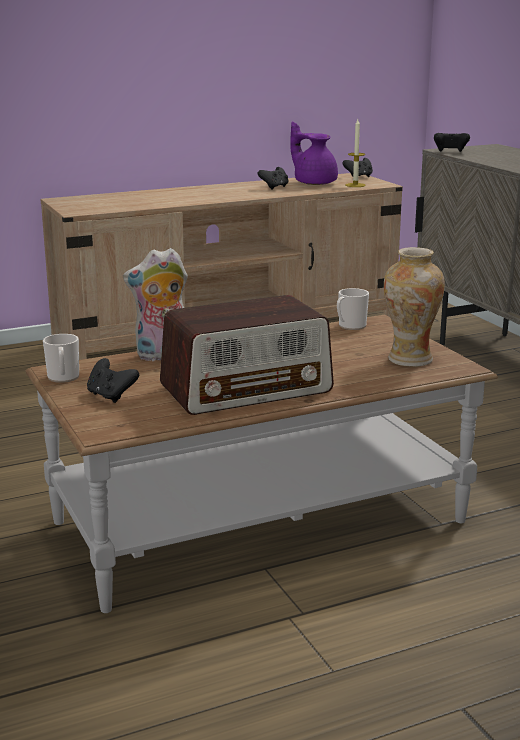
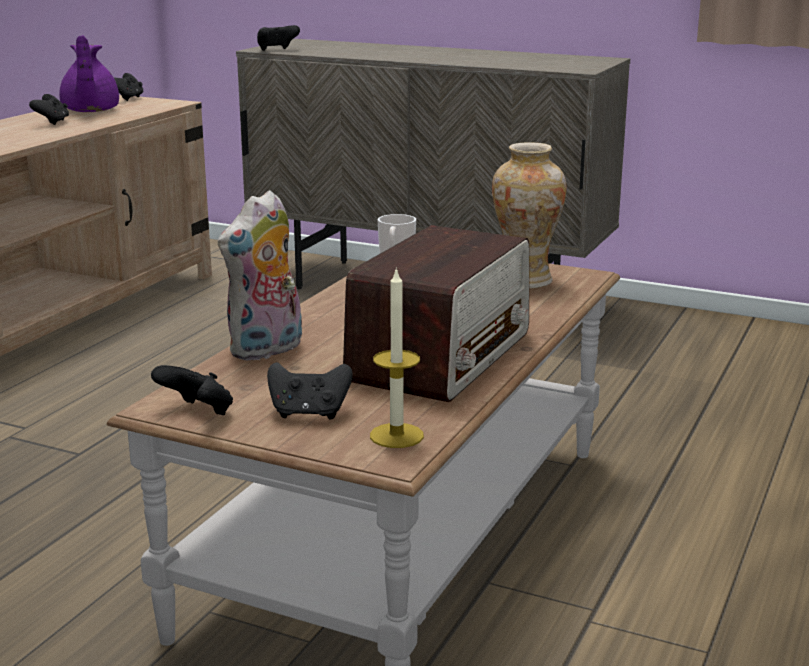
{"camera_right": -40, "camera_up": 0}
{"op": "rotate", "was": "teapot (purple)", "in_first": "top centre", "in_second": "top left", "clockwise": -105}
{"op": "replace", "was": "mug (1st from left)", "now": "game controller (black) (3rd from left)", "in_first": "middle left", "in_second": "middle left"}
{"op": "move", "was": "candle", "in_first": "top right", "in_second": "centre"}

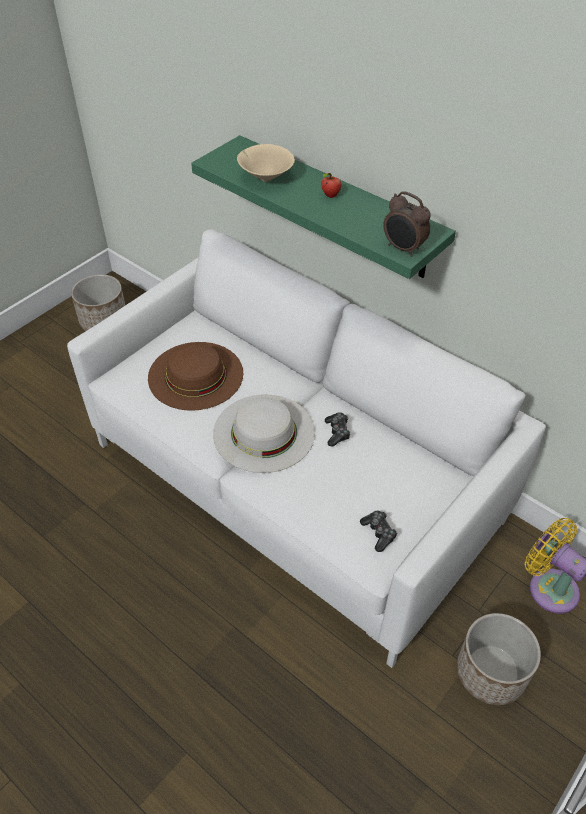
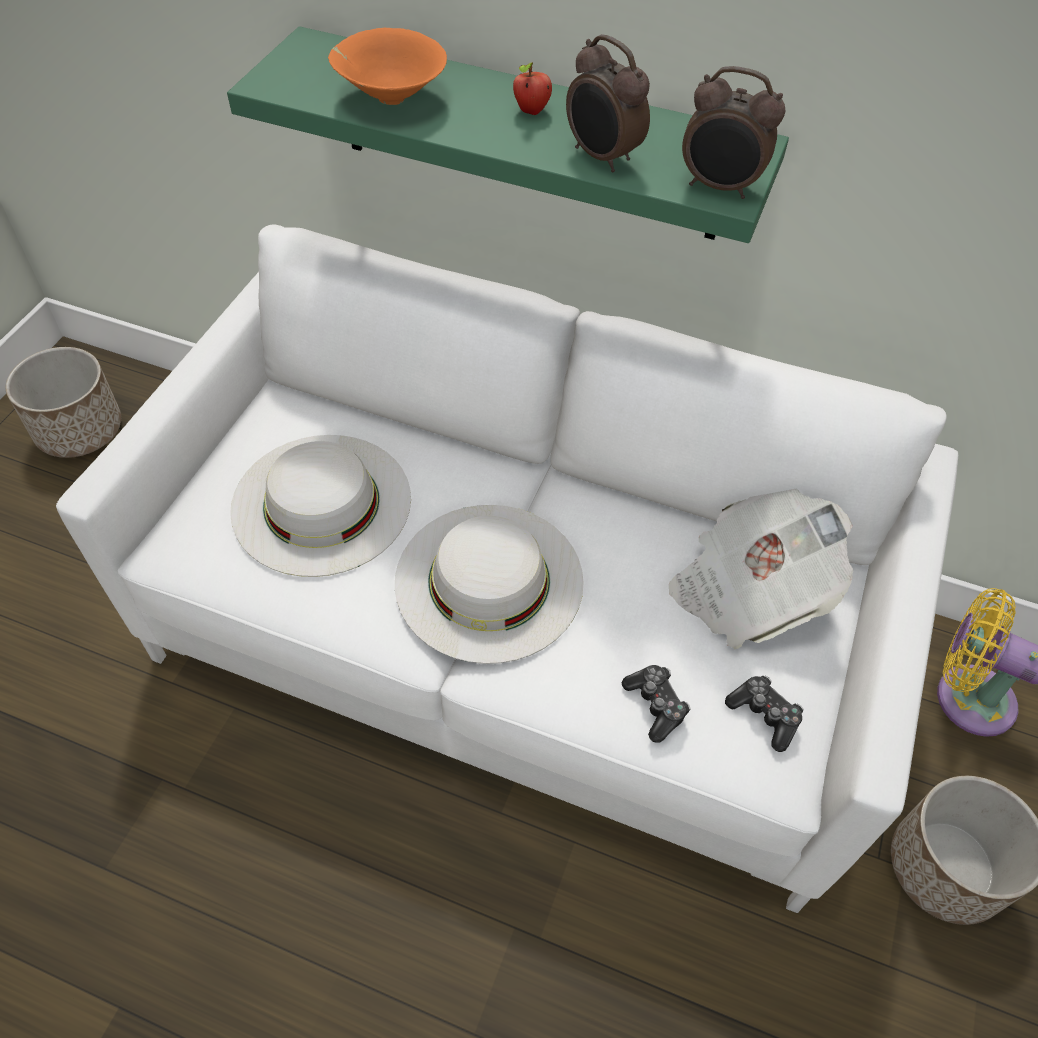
{"camera_right": -20, "camera_up": 5}
{"op": "recolor", "was": "hat (brown)", "now": "hat (white) (1st from left)", "in_first": "middle left", "in_second": "middle left"}
{"op": "recolor", "was": "bowl (beige)", "now": "bowl (orange)", "in_first": "top centre", "in_second": "top centre"}
{"op": "insert", "now": "alarm clock (1st from left)", "in_second": "top centre"}
{"op": "move", "was": "game controller (1st from left)", "in_first": "centre", "in_second": "bottom centre"}
{"op": "insert", "now": "newspaper", "in_second": "middle right"}

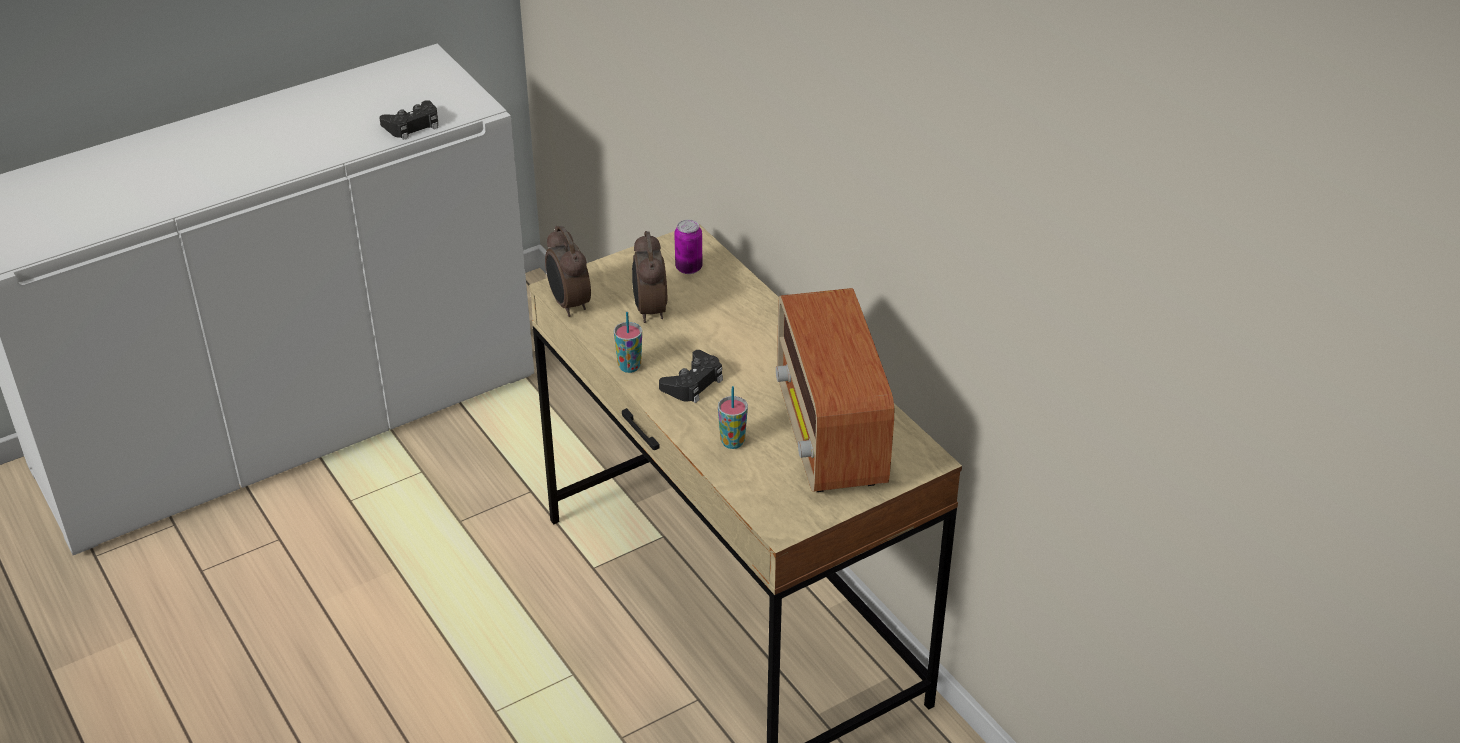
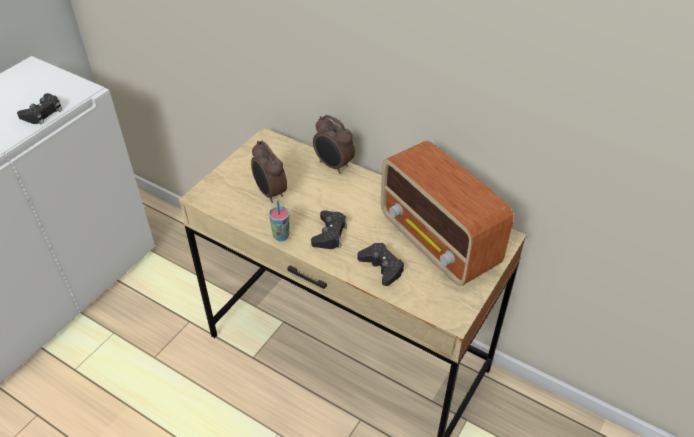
{"camera_right": -25, "camera_up": 5}
{"op": "move", "was": "alarm clock (1st from left in the first image)", "now": "alarm clock (2nd from left)", "in_first": "centre", "in_second": "top centre"}
{"op": "replace", "was": "cup (2nd from left)", "now": "game controller (black) (3rd from left)", "in_first": "centre", "in_second": "centre"}
{"op": "delete", "was": "can", "in_first": "top centre"}

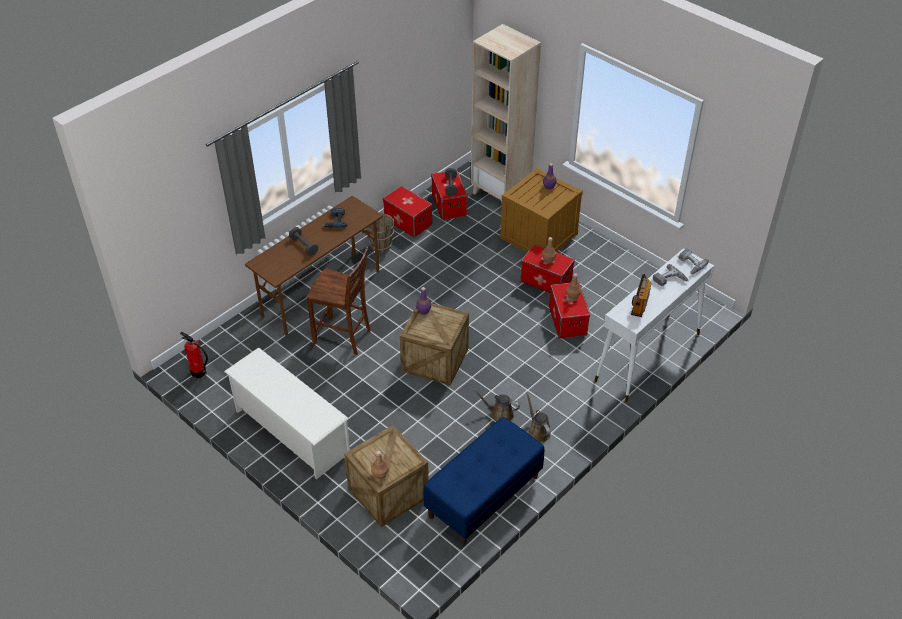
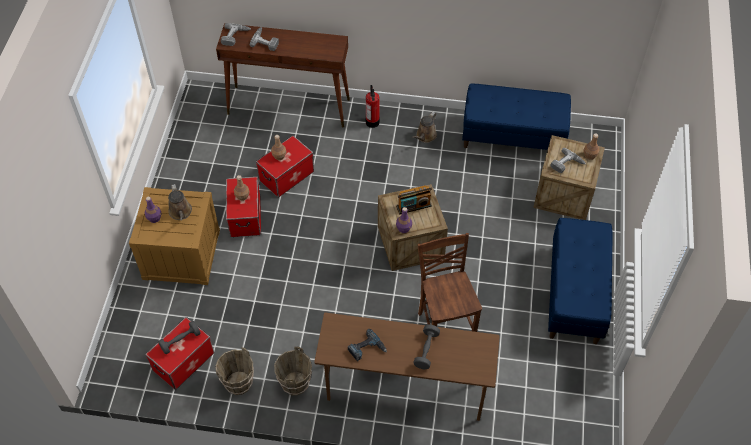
{"camera_right": -125, "camera_up": 10}
{"op": "move", "was": "watering can (brown) (1st from left)", "in_first": "centre", "in_second": "middle left"}
{"op": "recolor", "was": "console table (white)", "now": "console table (brown)", "in_first": "middle right", "in_second": "top centre"}
{"op": "replace", "was": "storage box (1st from left)", "now": "bucket (brown) (1st from left)", "in_first": "centre", "in_second": "bottom left"}
{"op": "move", "was": "fire extinguisher", "in_first": "middle left", "in_second": "top centre"}
{"op": "move", "was": "radio", "in_first": "middle right", "in_second": "centre"}
{"op": "replace", "was": "shoe rack (white)", "now": "bench (blue) (2nd from left)", "in_first": "bottom left", "in_second": "middle right"}
{"op": "insert", "now": "power drill (4th from left)", "in_second": "middle right"}
{"op": "delete", "was": "bookcase (beige)", "in_first": "top centre"}

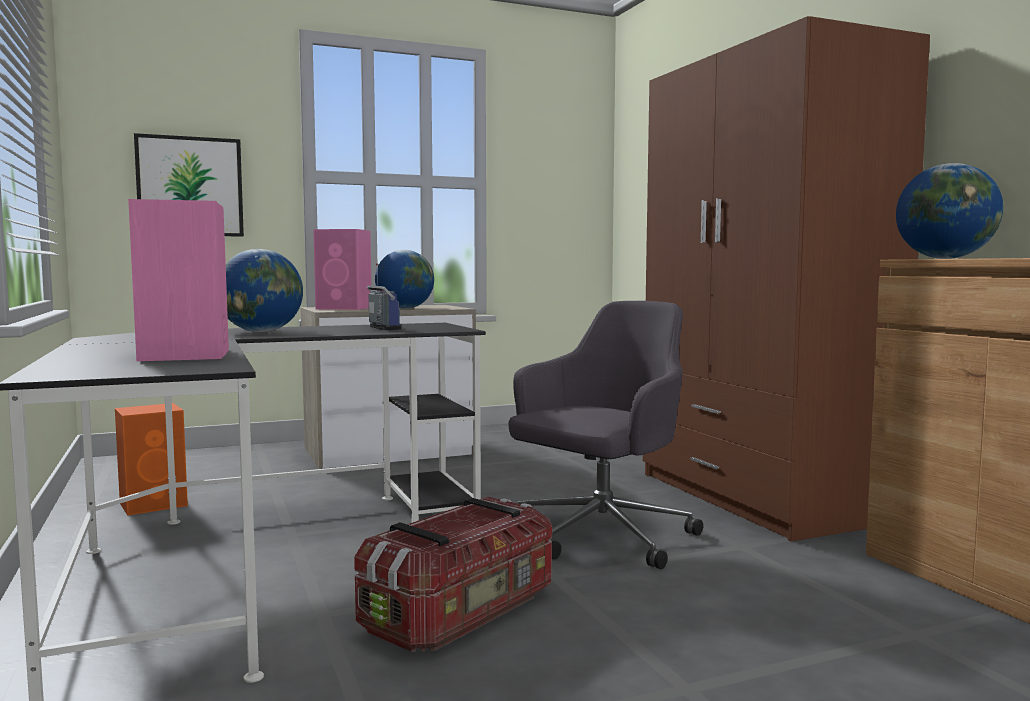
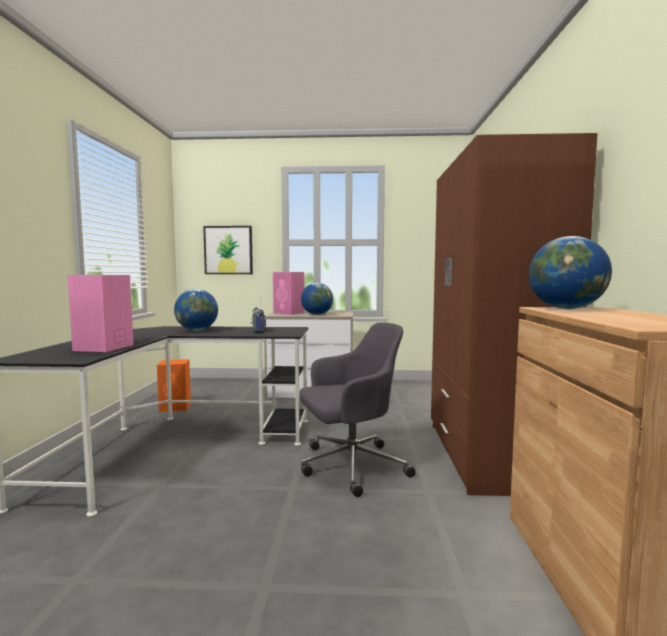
{"camera_right": 25, "camera_up": 0}
{"op": "delete", "was": "storage box", "in_first": "bottom centre"}

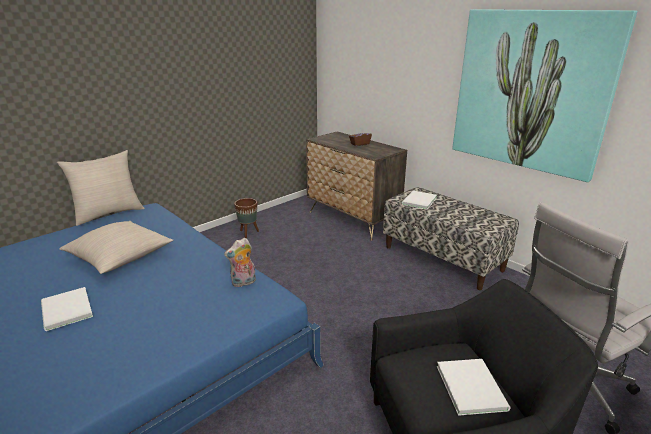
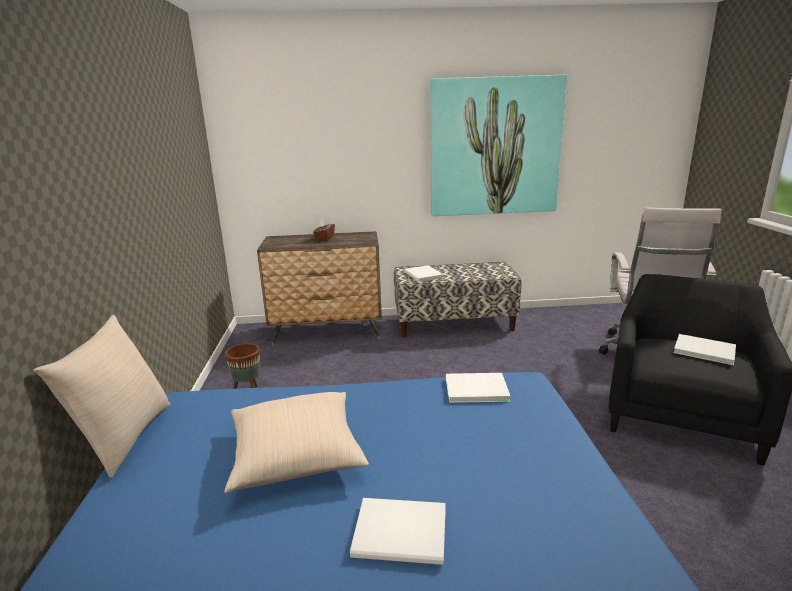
{"camera_right": -50, "camera_up": -5}
{"op": "replace", "was": "plush toy", "now": "book (white) (3rd from left)", "in_first": "centre", "in_second": "centre"}

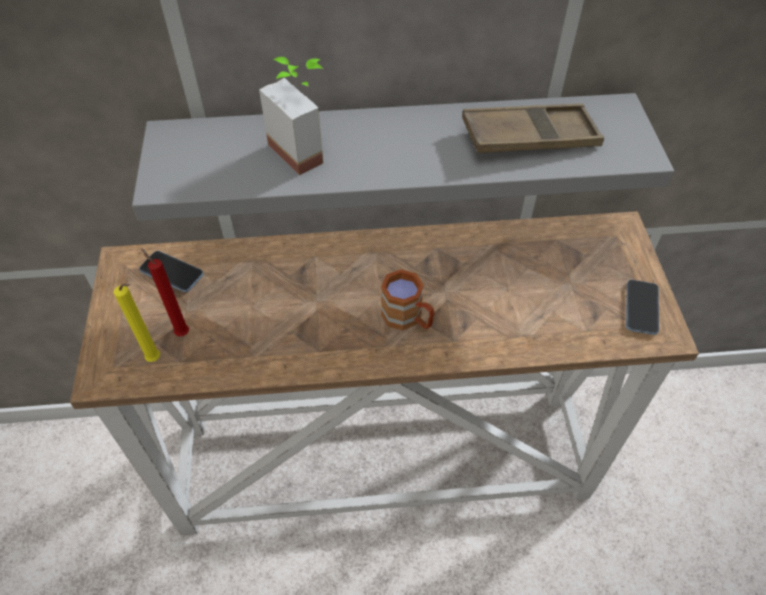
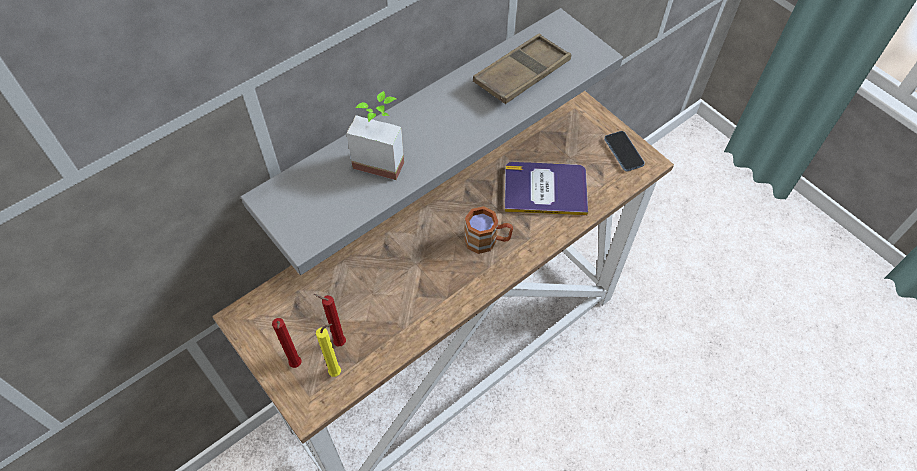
{"camera_right": -35, "camera_up": 5}
{"op": "insert", "now": "candle (red) (1st from left)", "in_second": "bottom left"}
{"op": "insert", "now": "book", "in_second": "centre"}
{"op": "delete", "was": "phone (1st from left)", "in_first": "middle left"}

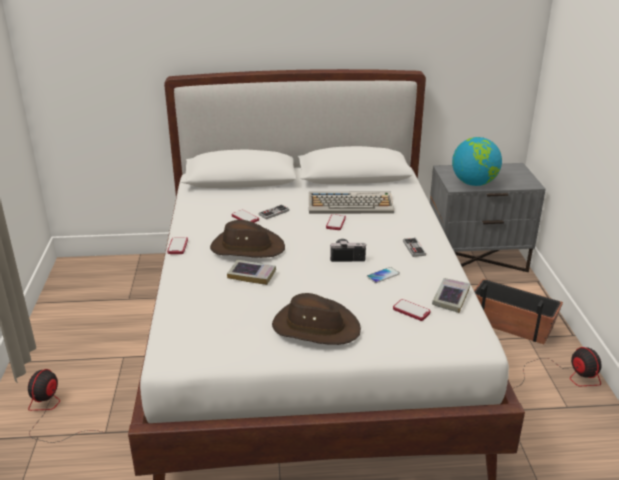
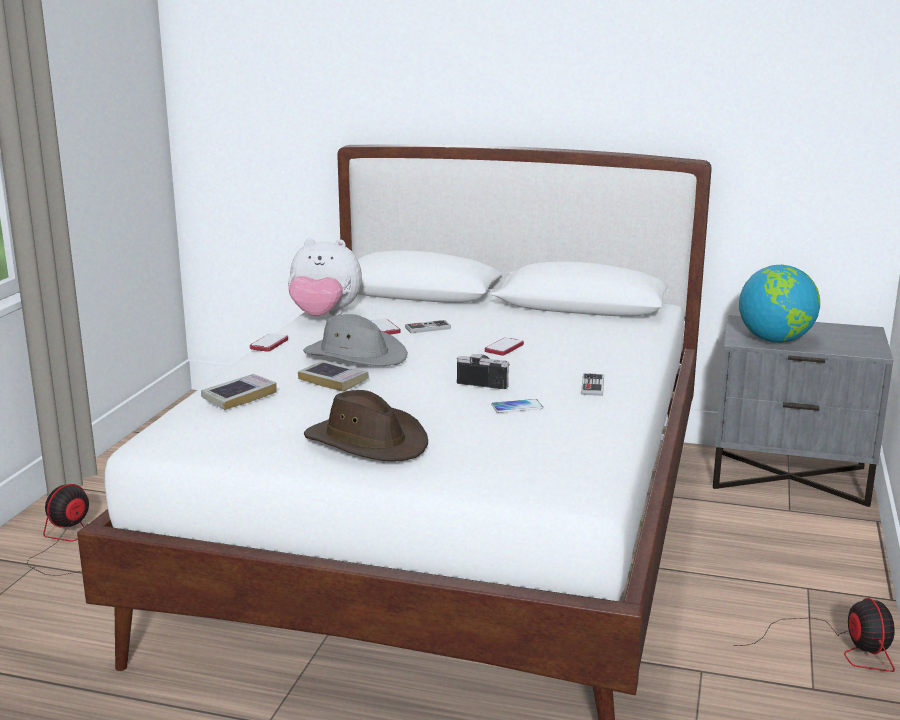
{"camera_right": 20, "camera_up": -10}
{"op": "move", "was": "book (2nd from left in the first image)", "now": "book (1st from left)", "in_first": "middle right", "in_second": "middle left"}
{"op": "insert", "now": "plush toy", "in_second": "centre"}
{"op": "recolor", "was": "hat (brown) (1st from left)", "now": "hat (grey)", "in_first": "centre", "in_second": "centre"}
{"op": "delete", "was": "keyboard", "in_first": "centre"}
{"op": "delete", "was": "phone (5th from left)", "in_first": "centre"}
{"op": "delete", "was": "planter", "in_first": "middle right"}

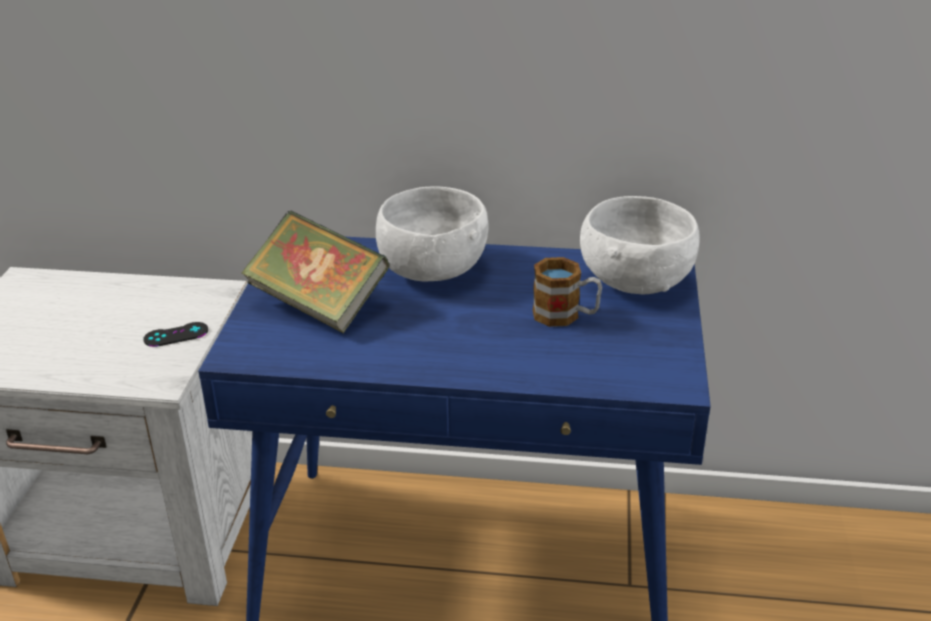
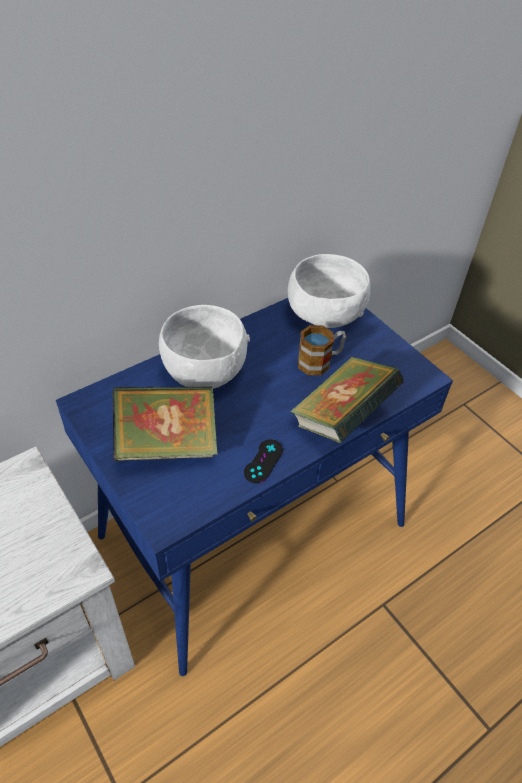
{"camera_right": -45, "camera_up": 15}
{"op": "move", "was": "game controller (black)", "in_first": "middle left", "in_second": "centre"}
{"op": "insert", "now": "book (2nd from left)", "in_second": "centre"}

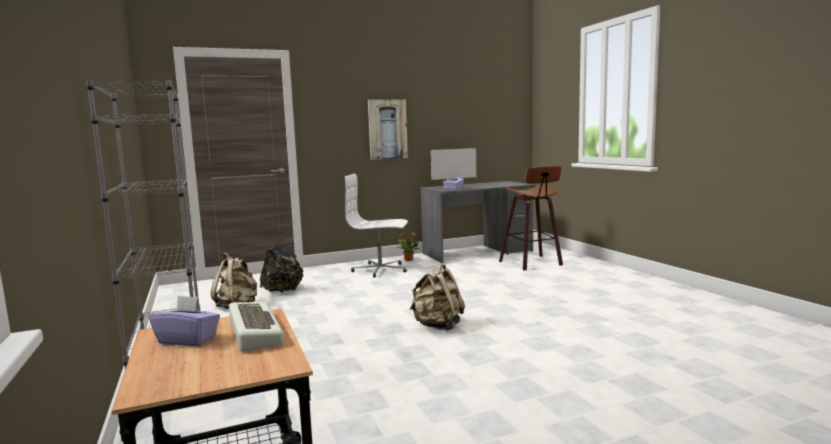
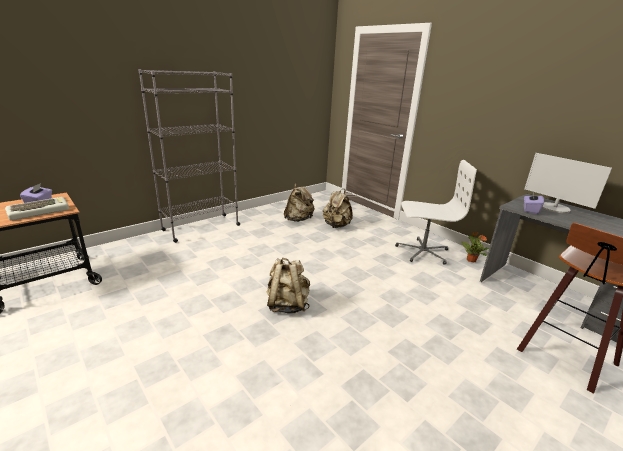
{"camera_right": 70, "camera_up": 15}
{"op": "recolor", "was": "backpack (black)", "now": "backpack (beige) (3rd from left)", "in_first": "centre", "in_second": "centre"}
{"op": "rotate", "was": "office chair (white)", "in_first": "centre", "in_second": "middle right", "clockwise": 105}
{"op": "delete", "was": "picture", "in_first": "top centre"}

